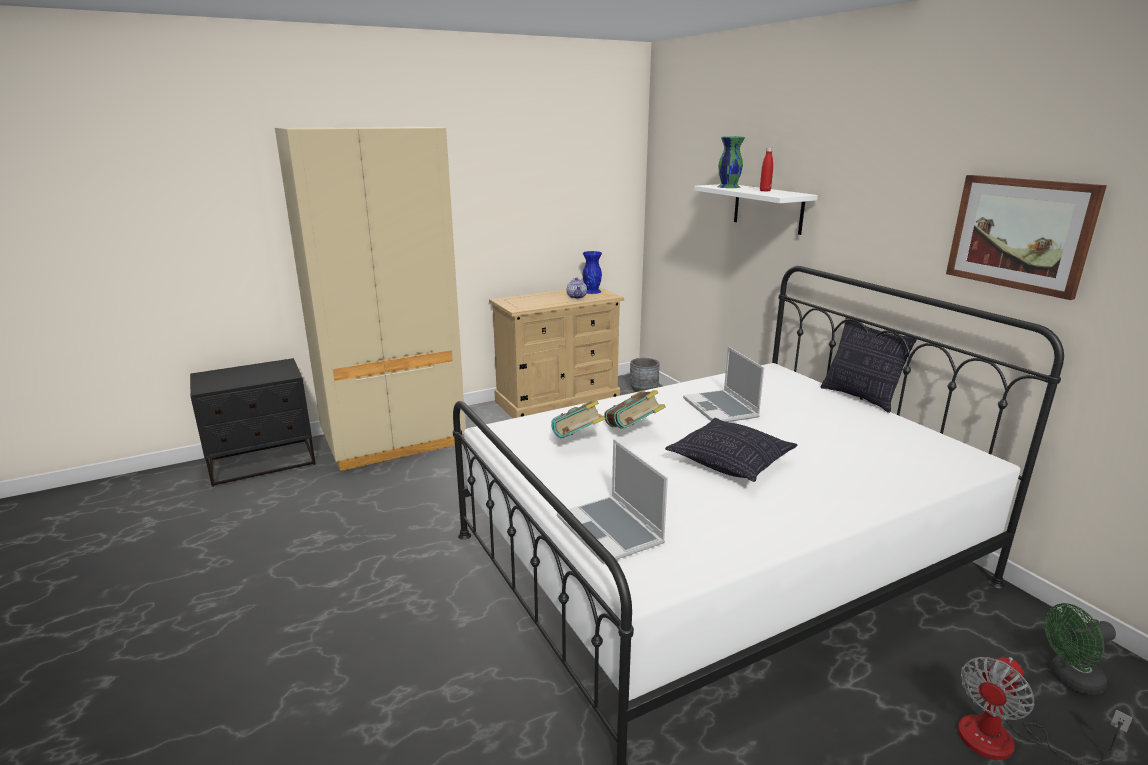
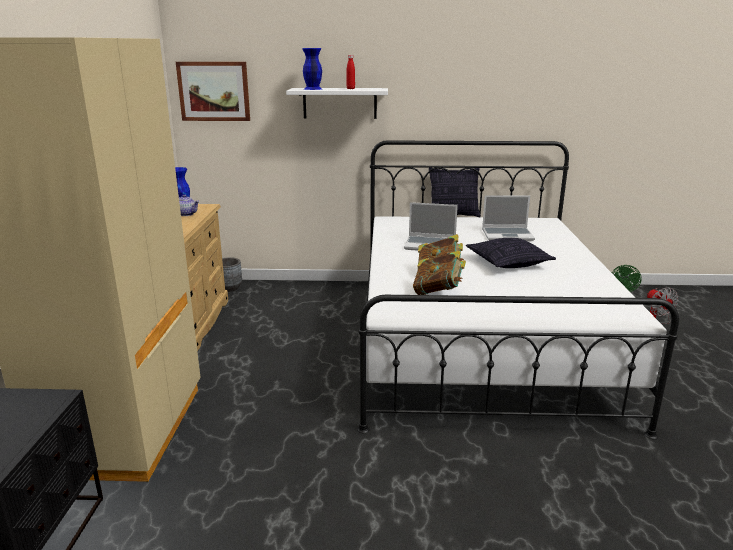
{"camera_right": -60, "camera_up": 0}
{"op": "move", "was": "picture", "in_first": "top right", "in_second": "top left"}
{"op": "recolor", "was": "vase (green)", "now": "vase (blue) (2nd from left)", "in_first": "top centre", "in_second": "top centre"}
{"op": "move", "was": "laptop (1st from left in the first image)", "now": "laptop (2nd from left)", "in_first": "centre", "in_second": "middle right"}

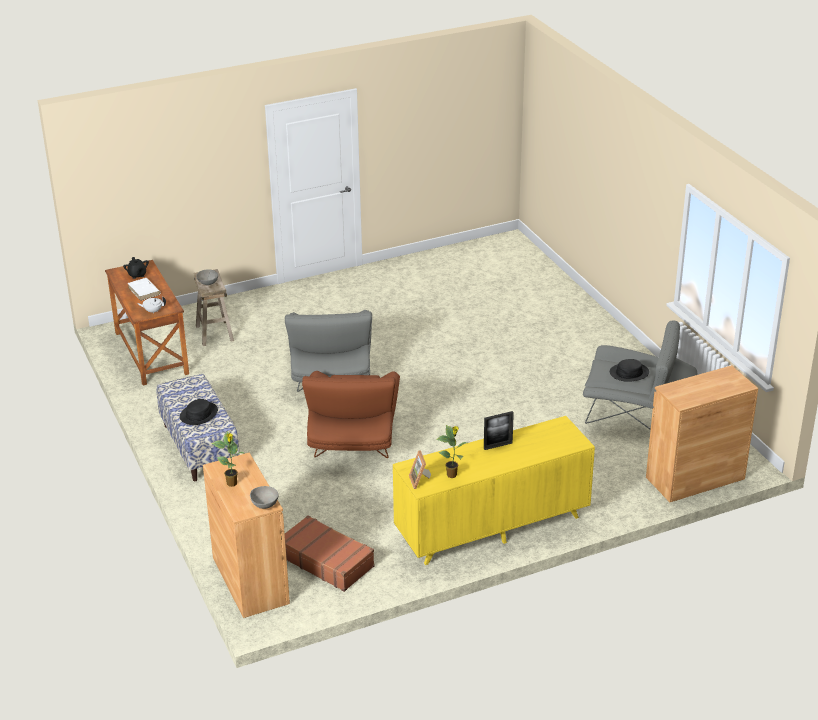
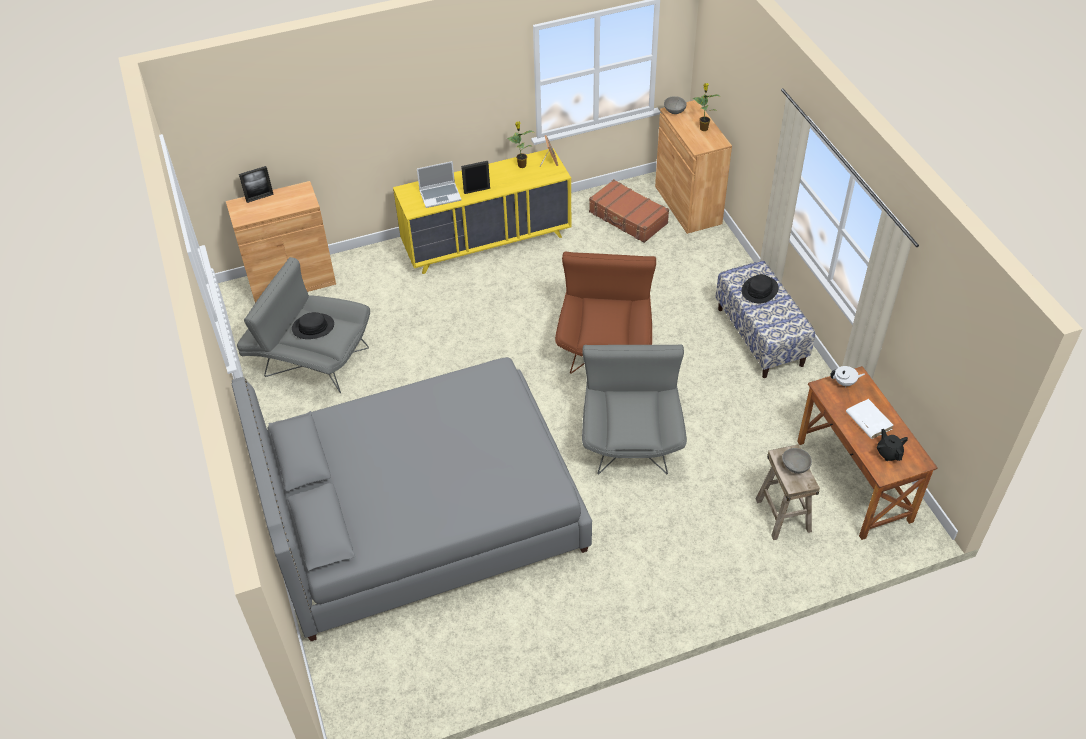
{"camera_right": -175, "camera_up": 15}
{"op": "insert", "now": "bed (grey)", "in_second": "bottom centre"}
{"op": "insert", "now": "picture frame (1st from left)", "in_second": "top left"}
{"op": "insert", "now": "laptop", "in_second": "top centre"}

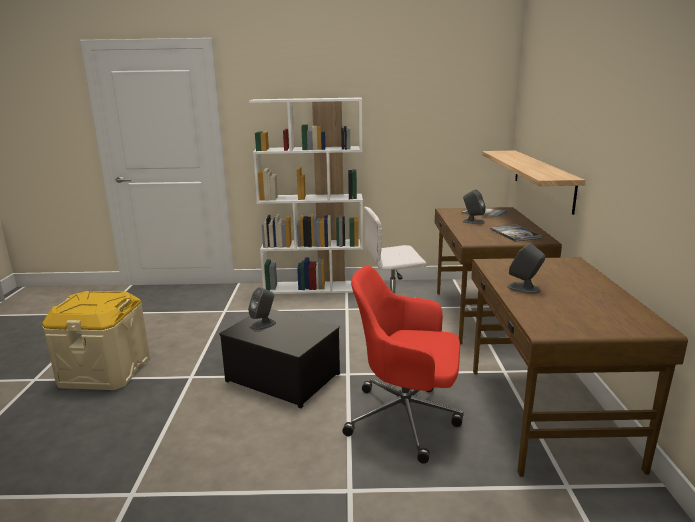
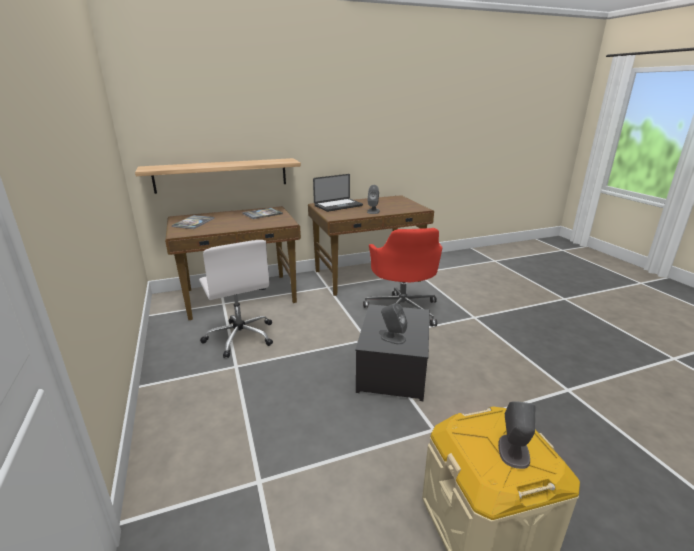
{"camera_right": -110, "camera_up": 5}
{"op": "insert", "now": "laptop", "in_second": "centre"}
{"op": "move", "was": "speaker (grey) (2nd from left in the first image)", "now": "speaker (grey) (3rd from left)", "in_first": "middle right", "in_second": "bottom right"}
{"op": "delete", "was": "bookcase (white)", "in_first": "centre"}

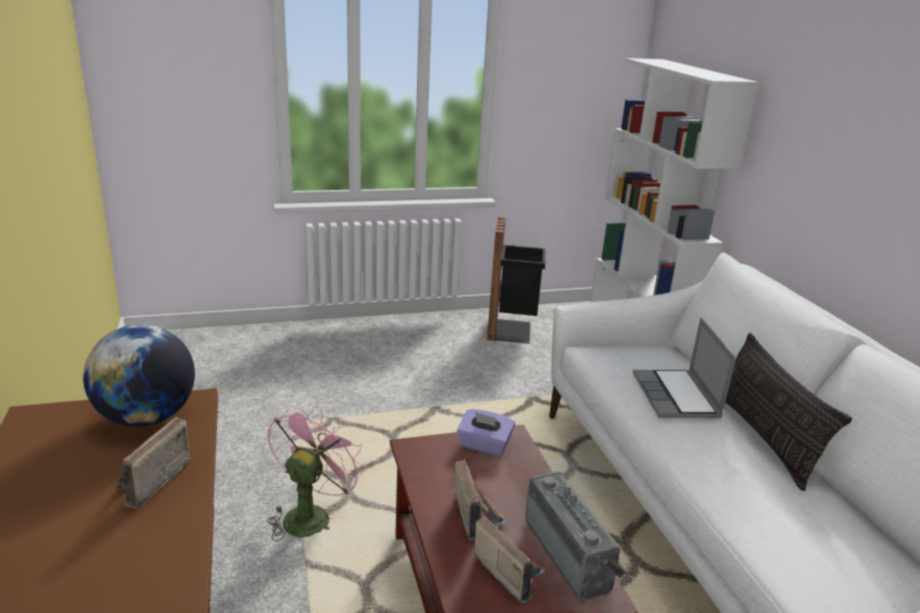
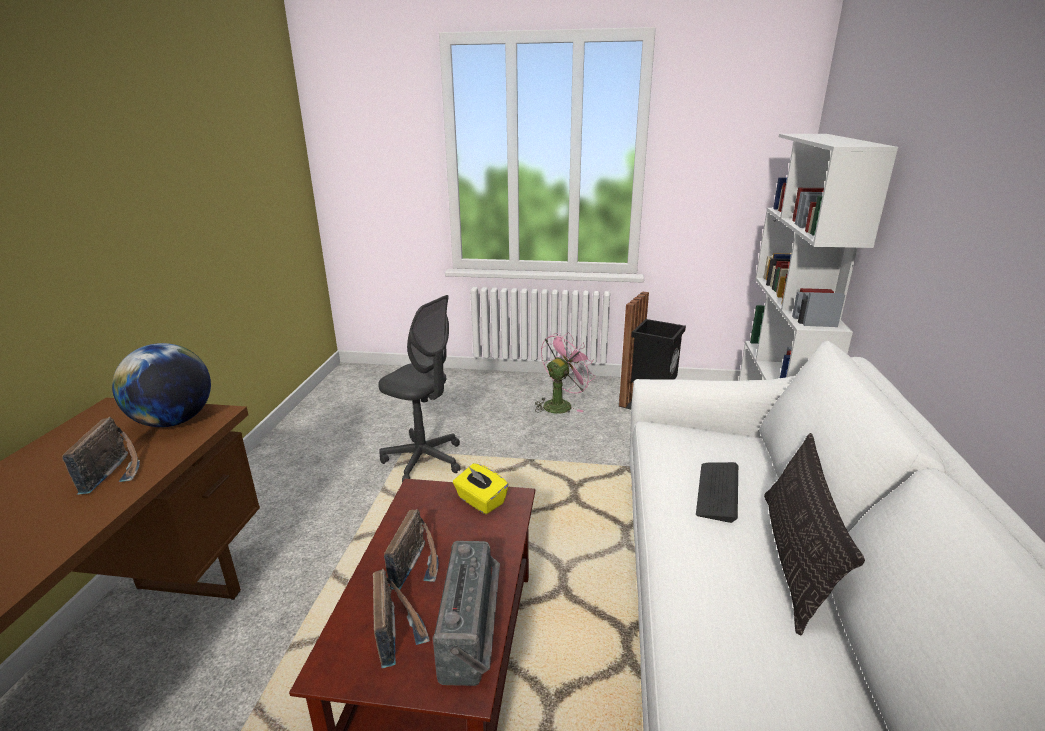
{"camera_right": 25, "camera_up": 0}
{"op": "rotate", "was": "radio (1st from left)", "in_first": "bottom left", "in_second": "middle left", "clockwise": 135}
{"op": "insert", "now": "office chair (grey)", "in_second": "centre"}
{"op": "recolor", "was": "tissue box (purple)", "now": "tissue box (yellow)", "in_first": "bottom centre", "in_second": "bottom centre"}
{"op": "move", "was": "fan (pink)", "in_first": "bottom centre", "in_second": "centre"}
{"op": "replace", "was": "laptop", "now": "keyboard", "in_first": "middle right", "in_second": "bottom right"}

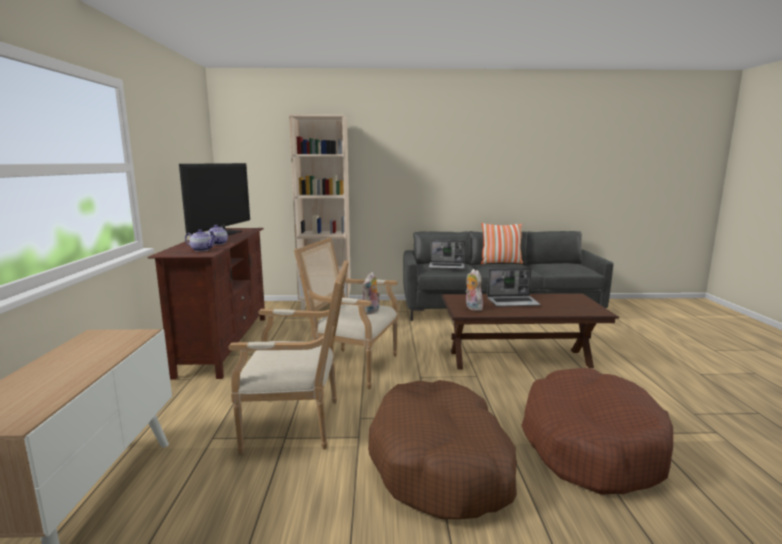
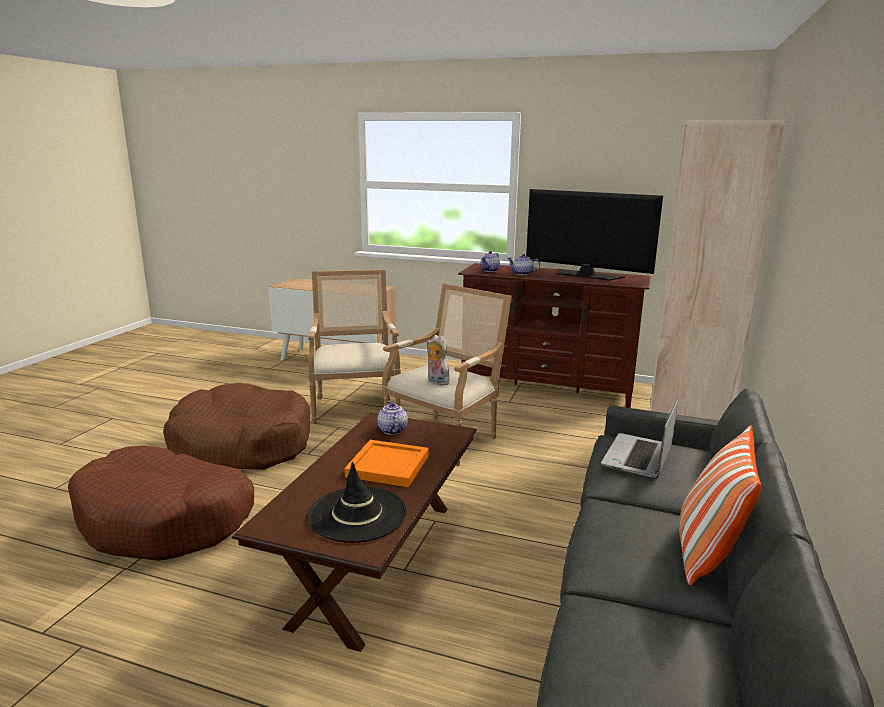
{"camera_right": 110, "camera_up": 5}
{"op": "rotate", "was": "armchair (1st from left)", "in_first": "centre", "in_second": "centre", "clockwise": 150}
{"op": "insert", "now": "hat (black)", "in_second": "bottom centre"}
{"op": "replace", "was": "laptop (2nd from left)", "now": "tray (orange)", "in_first": "centre", "in_second": "centre"}
{"op": "replace", "was": "plush toy (2nd from left)", "now": "teapot (1st from left)", "in_first": "centre", "in_second": "centre"}

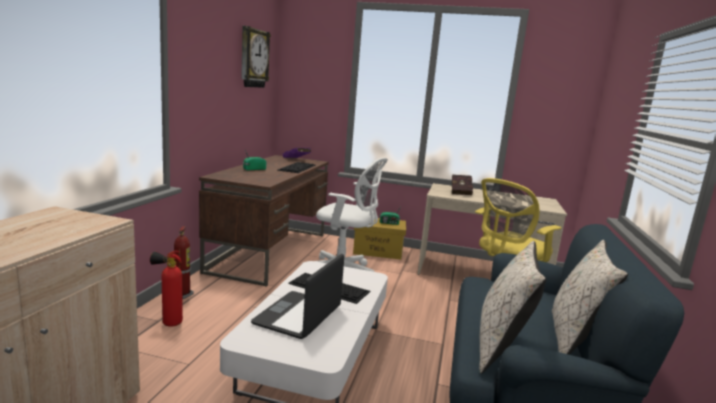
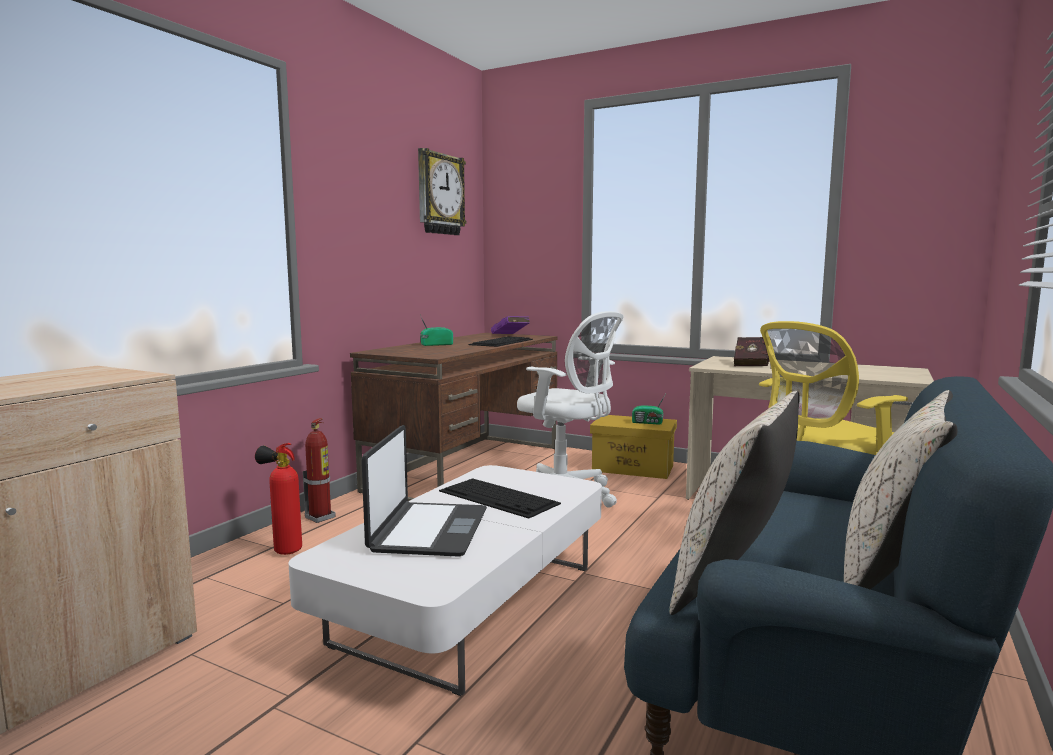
{"camera_right": 15, "camera_up": -5}
{"op": "rotate", "was": "laptop", "in_first": "bottom centre", "in_second": "centre", "clockwise": 150}

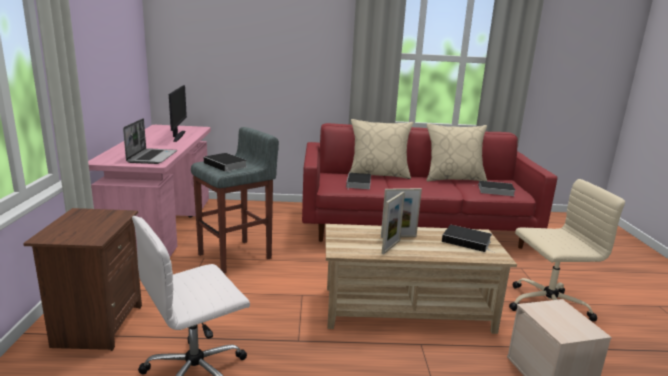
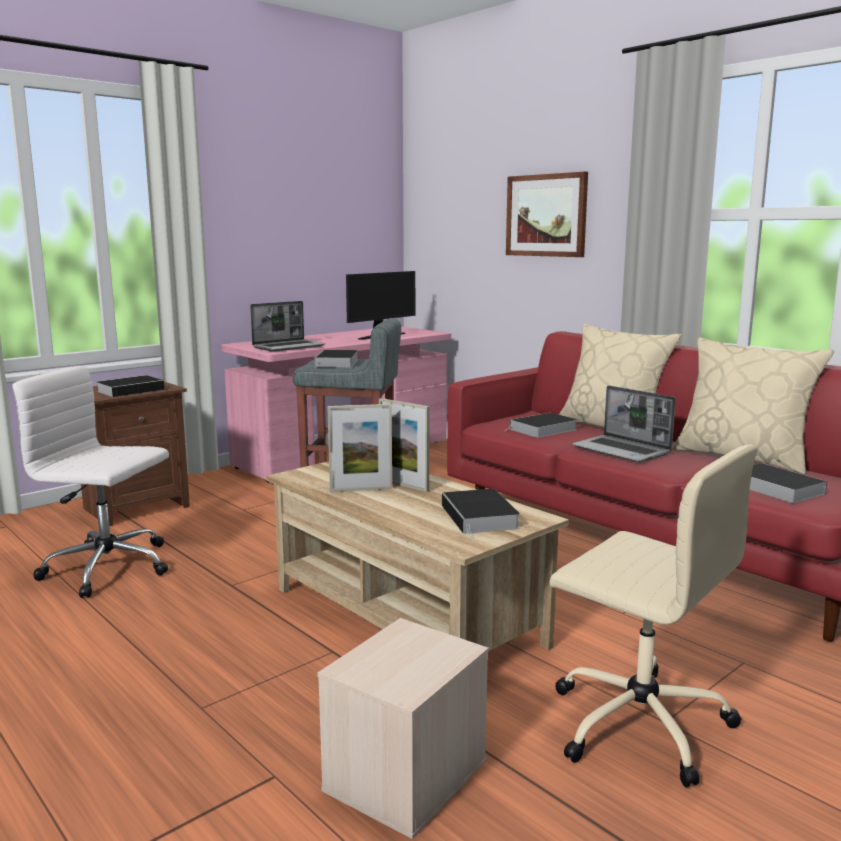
{"camera_right": 50, "camera_up": -5}
{"op": "insert", "now": "book (1st from left)", "in_second": "middle left"}
{"op": "insert", "now": "picture", "in_second": "top centre"}
{"op": "insert", "now": "laptop (2nd from left)", "in_second": "middle right"}

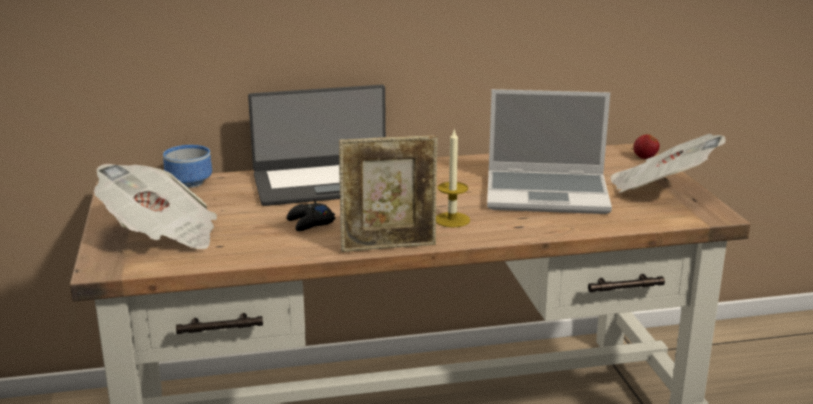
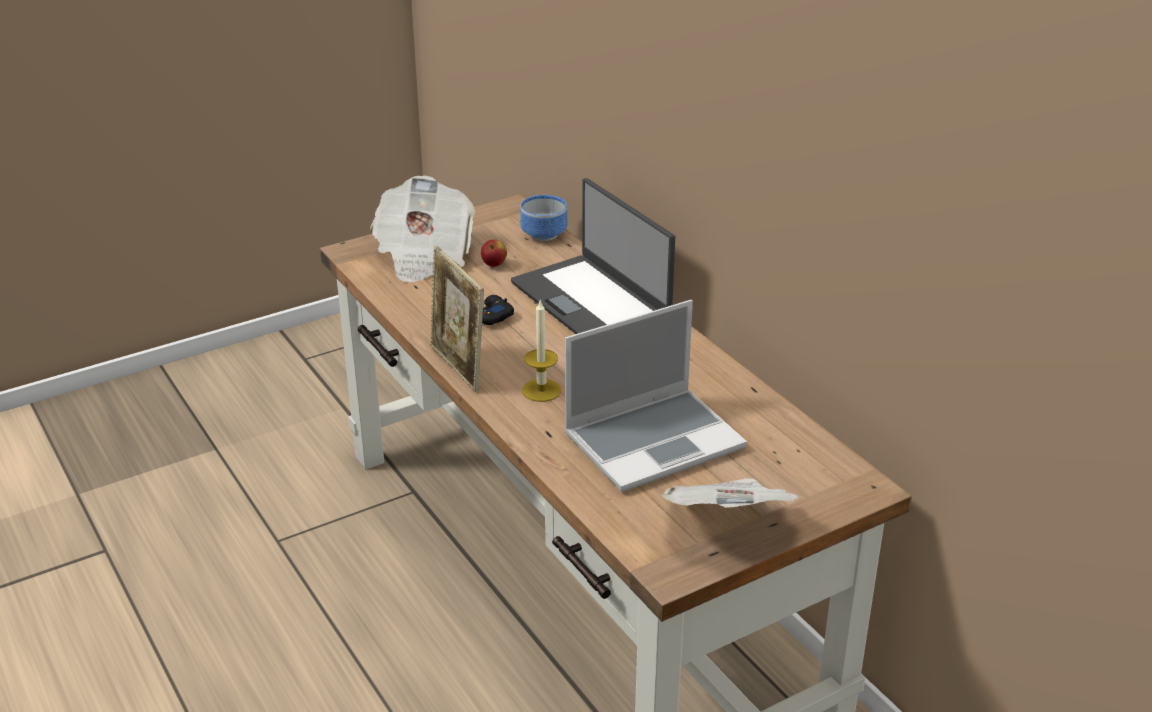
{"camera_right": 70, "camera_up": 10}
{"op": "move", "was": "apple", "in_first": "middle right", "in_second": "centre"}
{"op": "rotate", "was": "laptop (2nd from left)", "in_first": "middle right", "in_second": "centre", "clockwise": -105}

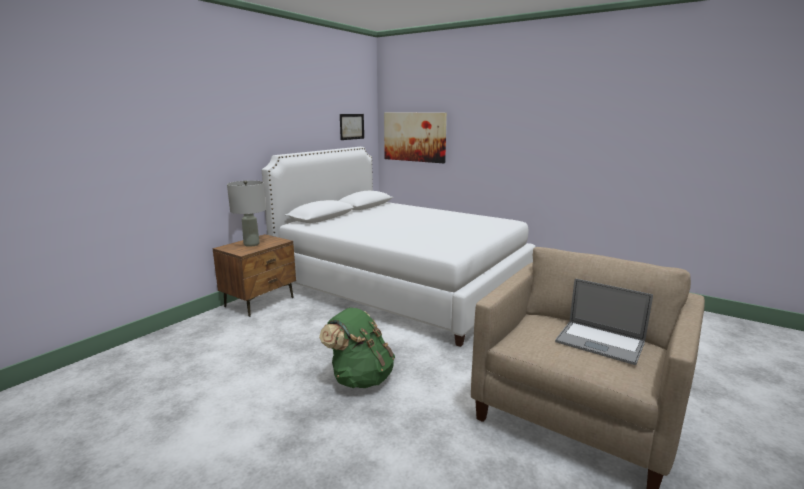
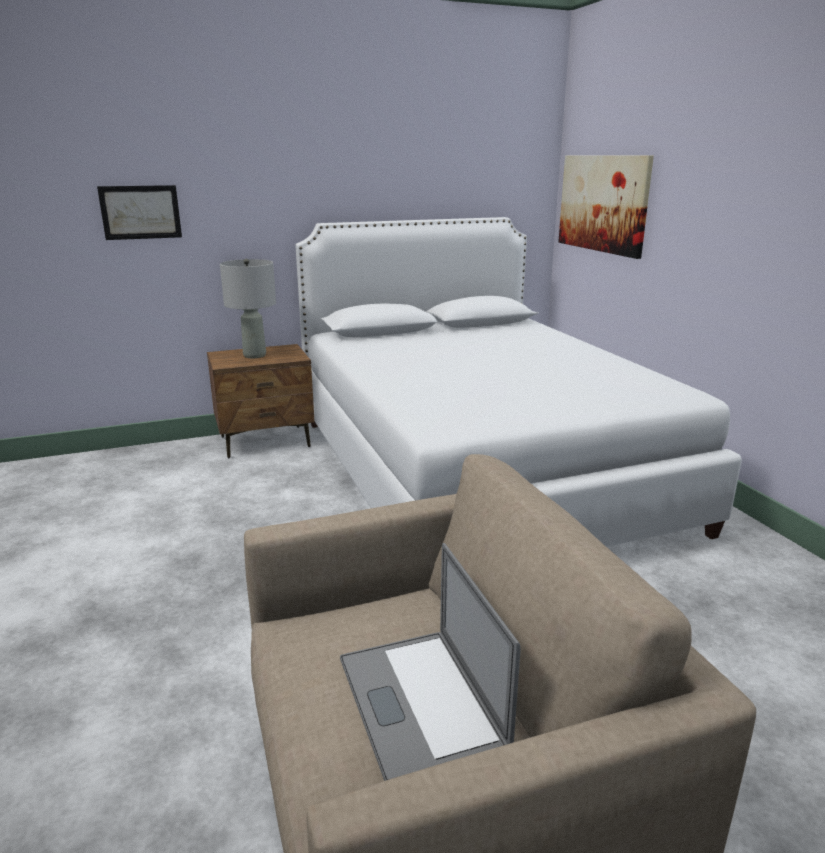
{"camera_right": 35, "camera_up": 5}
{"op": "move", "was": "picture (1st from left)", "in_first": "top centre", "in_second": "top left"}
{"op": "delete", "was": "backpack (green)", "in_first": "bottom centre"}

